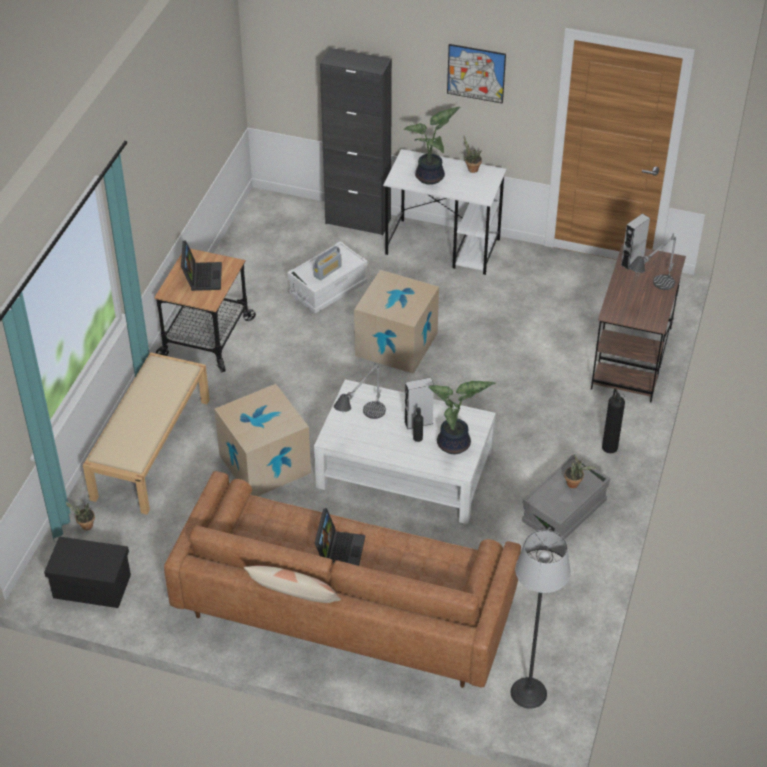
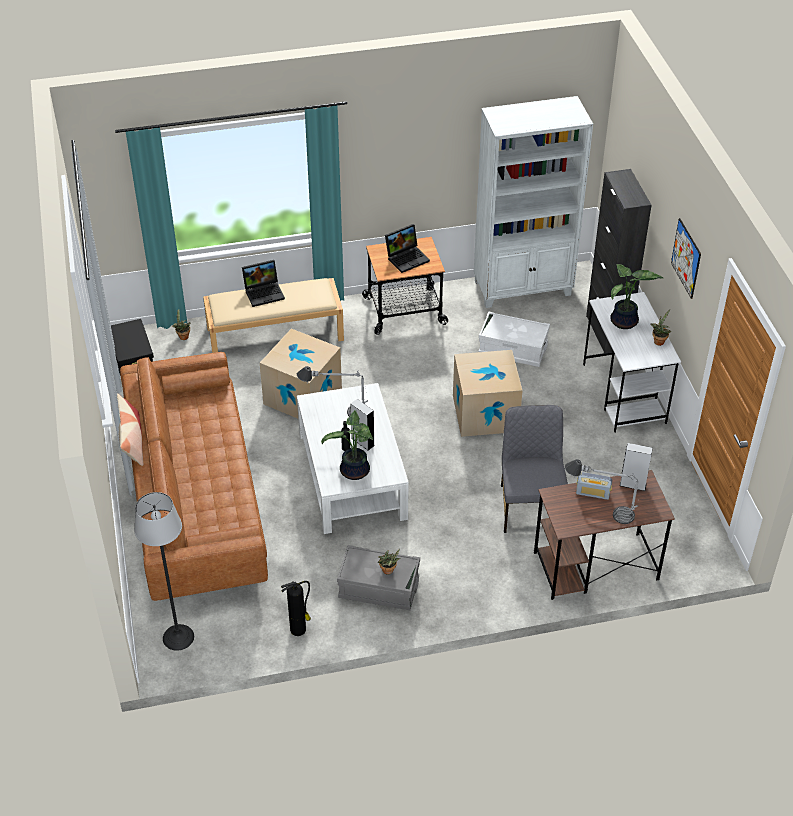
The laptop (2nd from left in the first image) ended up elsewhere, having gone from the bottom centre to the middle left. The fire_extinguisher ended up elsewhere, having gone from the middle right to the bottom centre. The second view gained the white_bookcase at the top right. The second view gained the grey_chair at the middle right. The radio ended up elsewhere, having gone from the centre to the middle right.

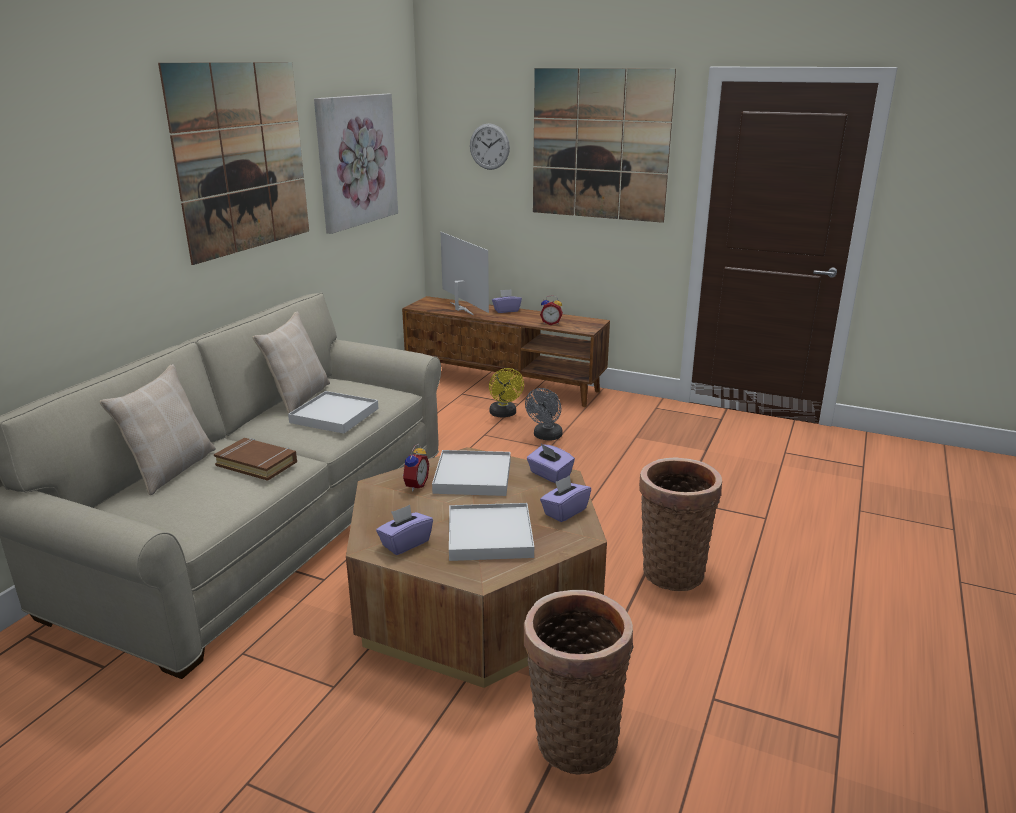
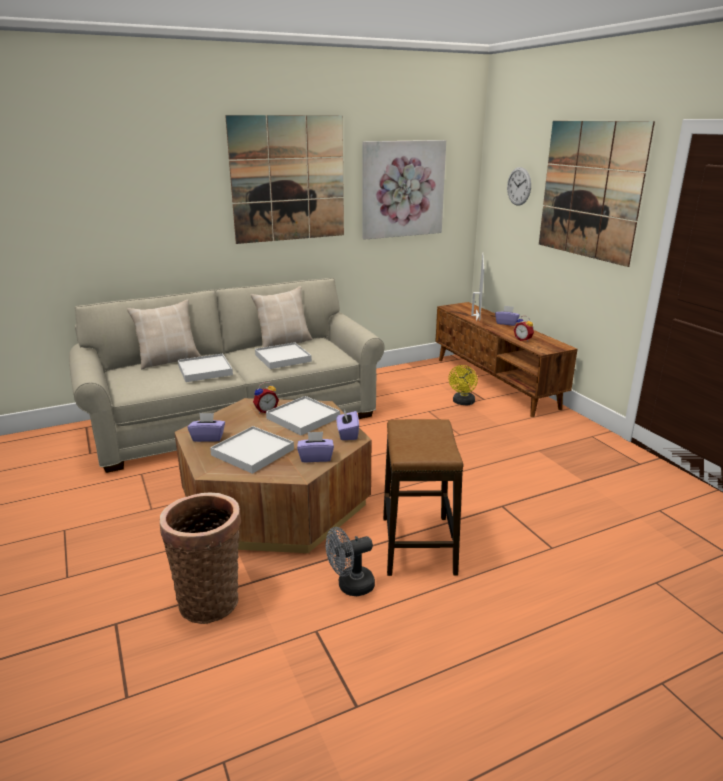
Where the brown_book stood at the middle left, the white_tray (1st from left) came to stand at the middle left. The grey_fan ended up elsewhere, having gone from the centre to the bottom centre. Where the basket (2nd from left) stood at the middle right, the stool came to stand at the centre.

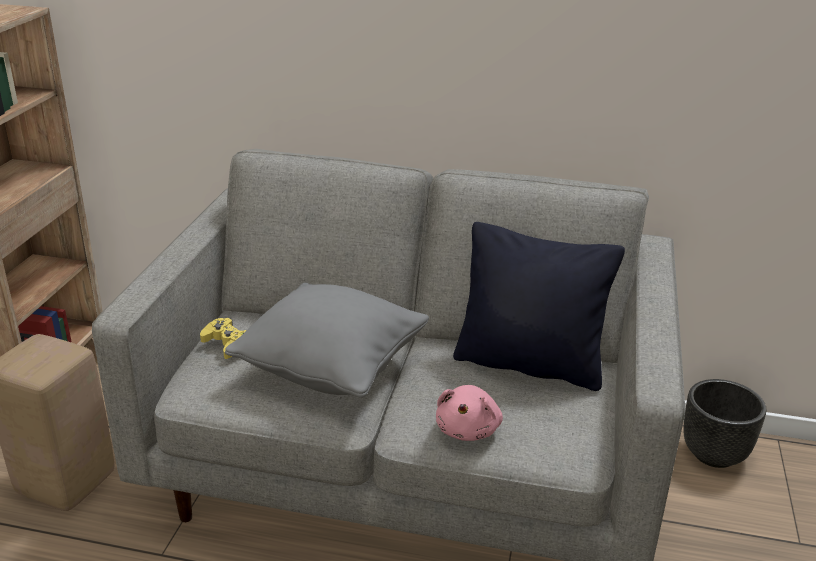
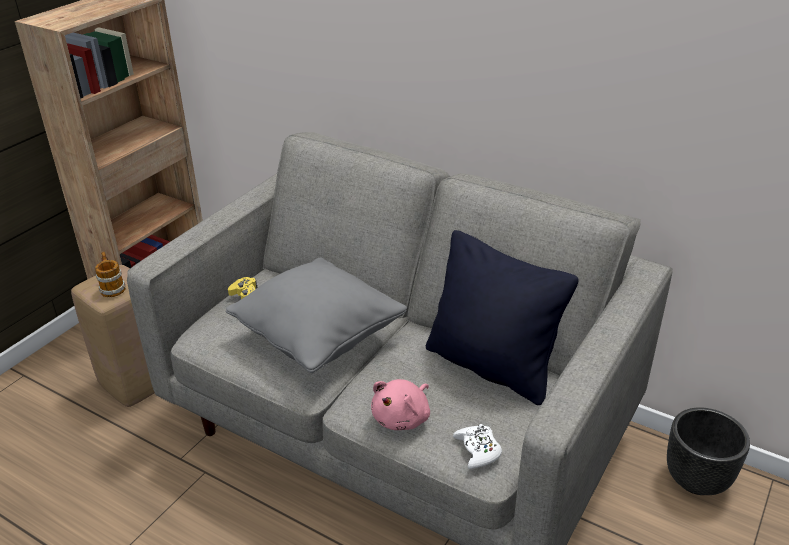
The second view gained the mug at the middle left. The second view gained the white_game_controller at the bottom centre.

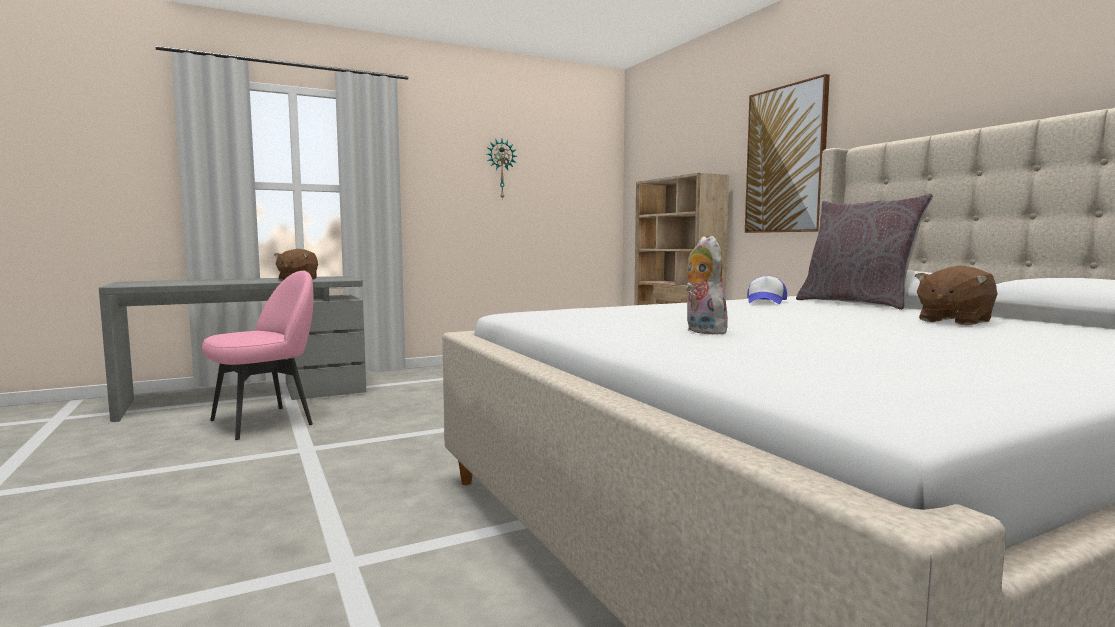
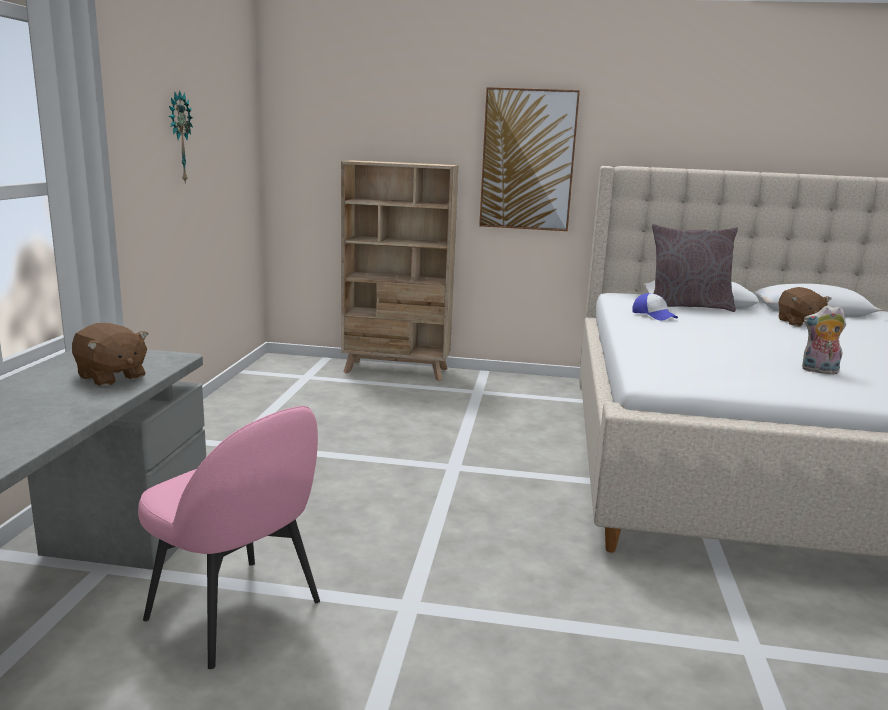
The pink_chair at the middle left ended up facing another way, 135 degrees clockwise from before.

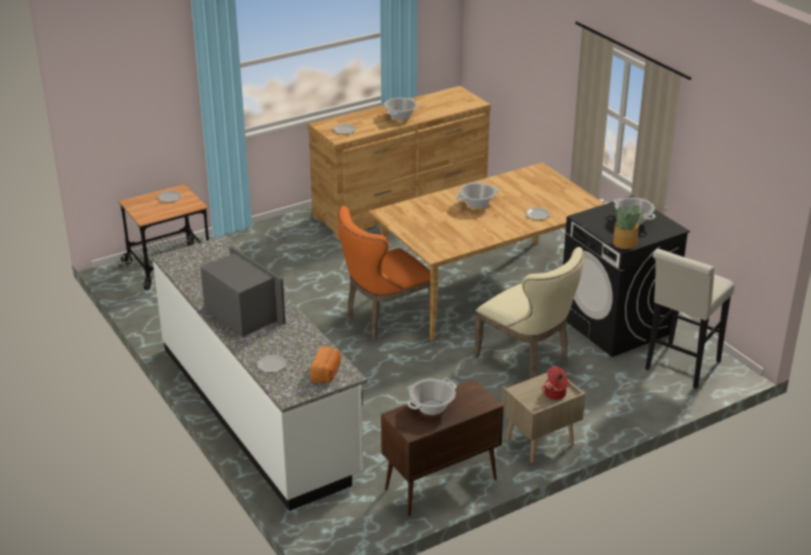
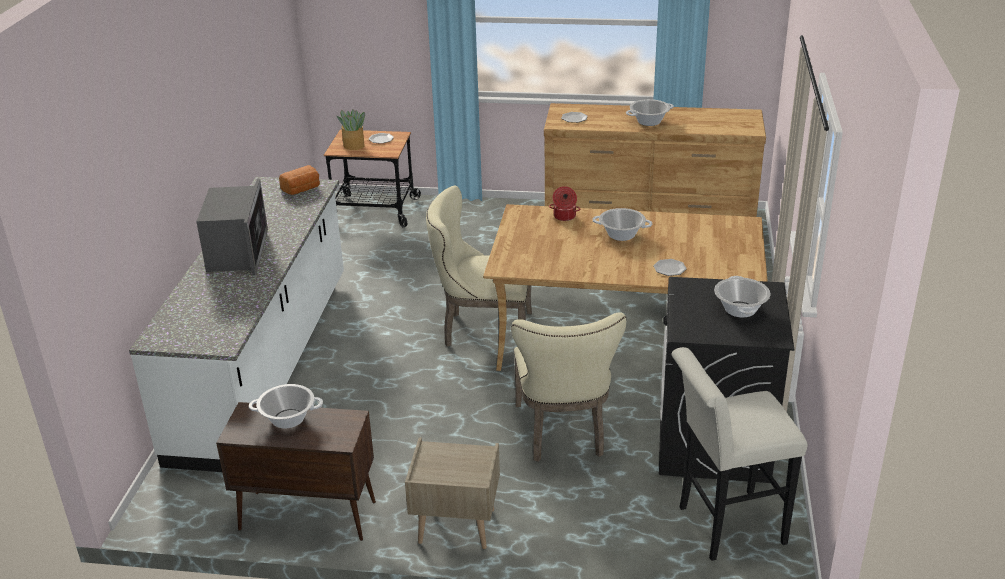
The bread ended up elsewhere, having gone from the centre to the top left. The potted_plant ended up elsewhere, having gone from the middle right to the top centre. What was the orange_chair at the centre turned into the beige_chair (1st from left) at the centre. The cooking_pot (4th from left in the first image) ended up elsewhere, having gone from the bottom right to the centre. The second view lost the plate (2nd from left) at the centre.

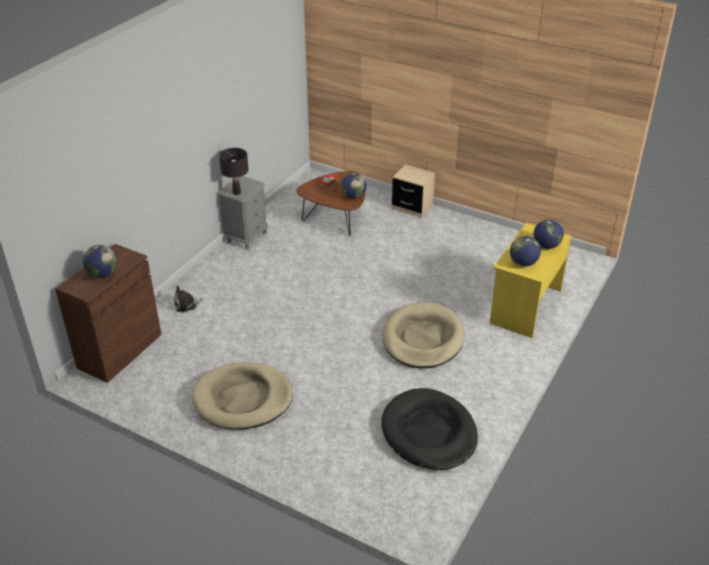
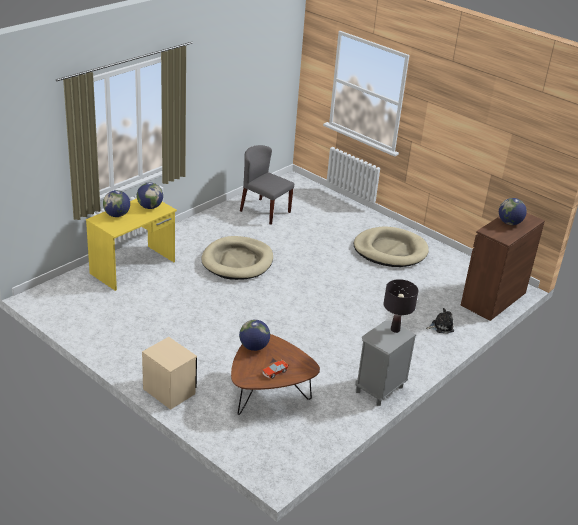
Where the black_dog_bed stood at the bottom centre, the grey_chair came to stand at the centre.

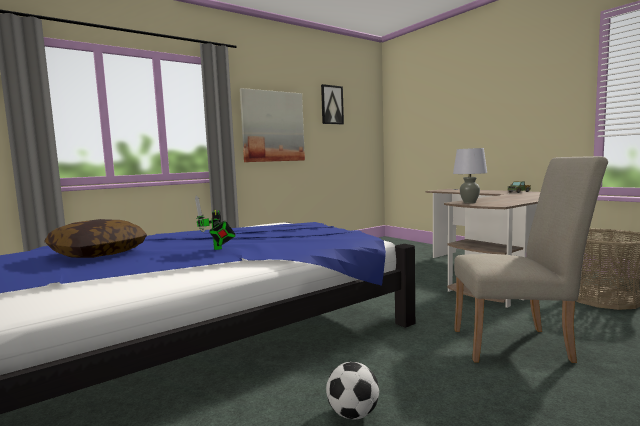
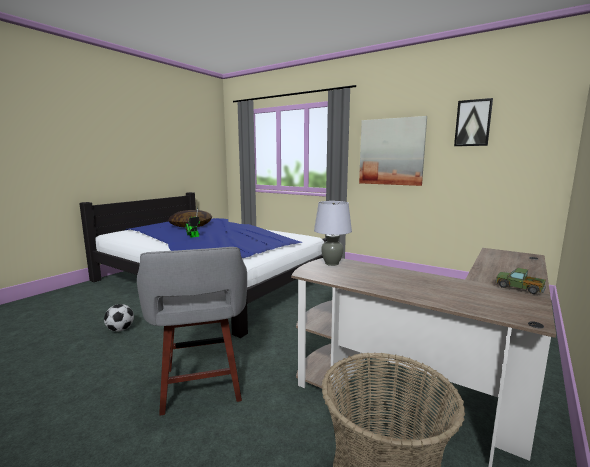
Where the beige_chair stood at the middle right, the grey_stool came to stand at the bottom left.

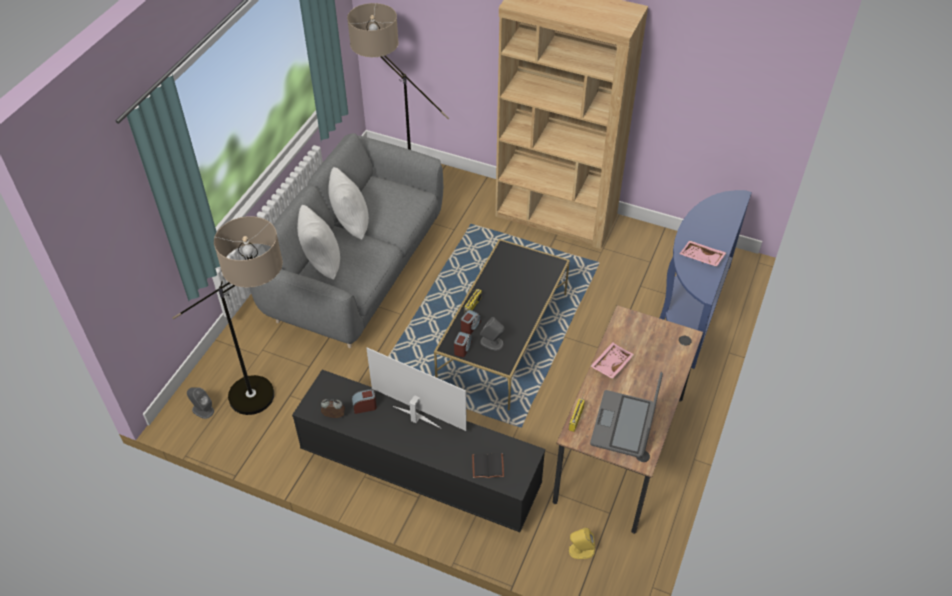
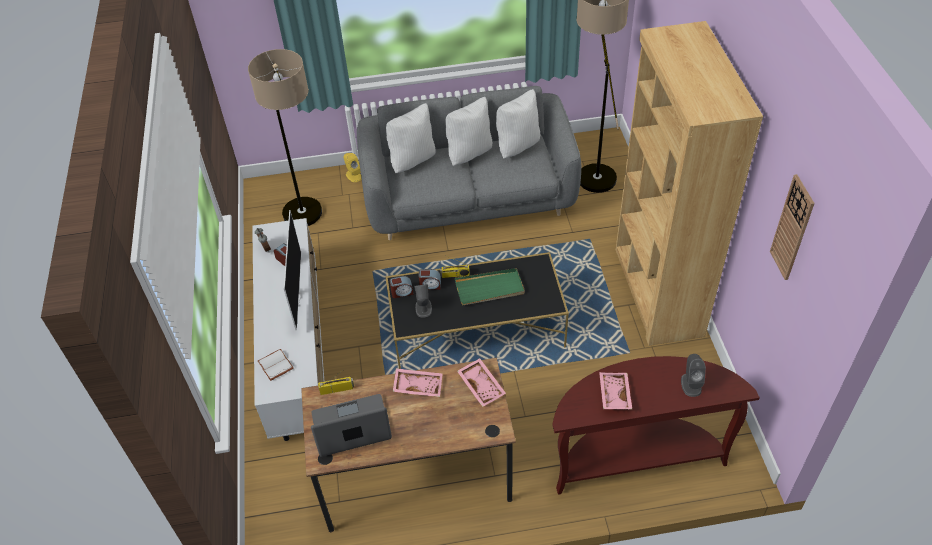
What was the black_tv_stand at the bottom centre turned into the white_tv_stand at the middle left. What was the black_book at the bottom centre turned into the white_book at the bottom left. The yellow_speaker ended up elsewhere, having gone from the bottom centre to the top centre. The second view gained the green_tray at the centre. The second view gained the pink_tray (2nd from left) at the bottom centre. The second view gained the white_pillow (3rd from left) at the top centre. What was the blue_console_table at the middle right turned into the brown_console_table at the bottom right. The grey_speaker (1st from left in the first image) ended up elsewhere, having gone from the bottom left to the bottom right. The second view gained the wall_clock at the middle right.

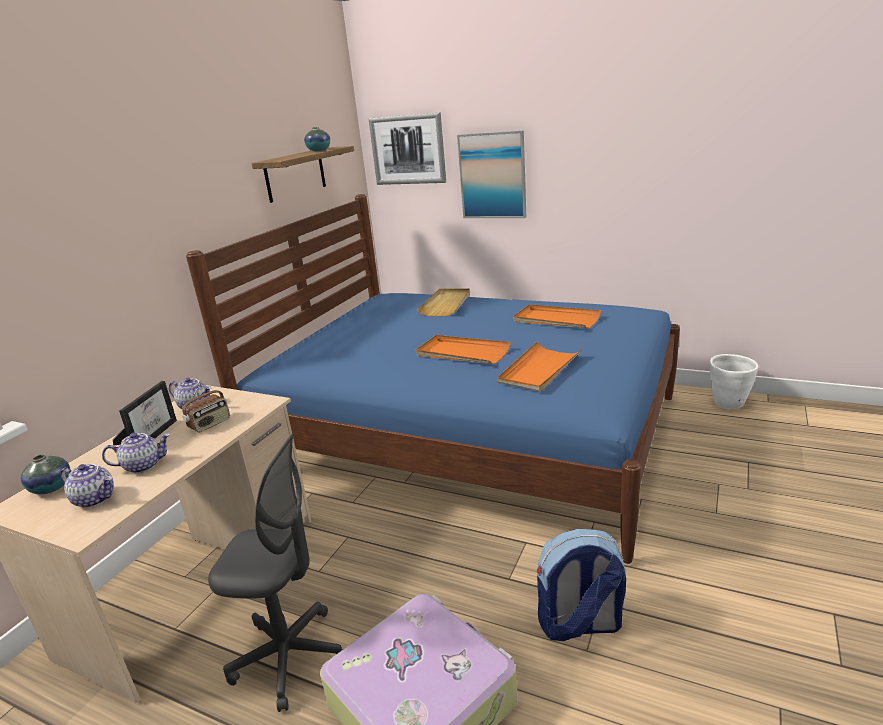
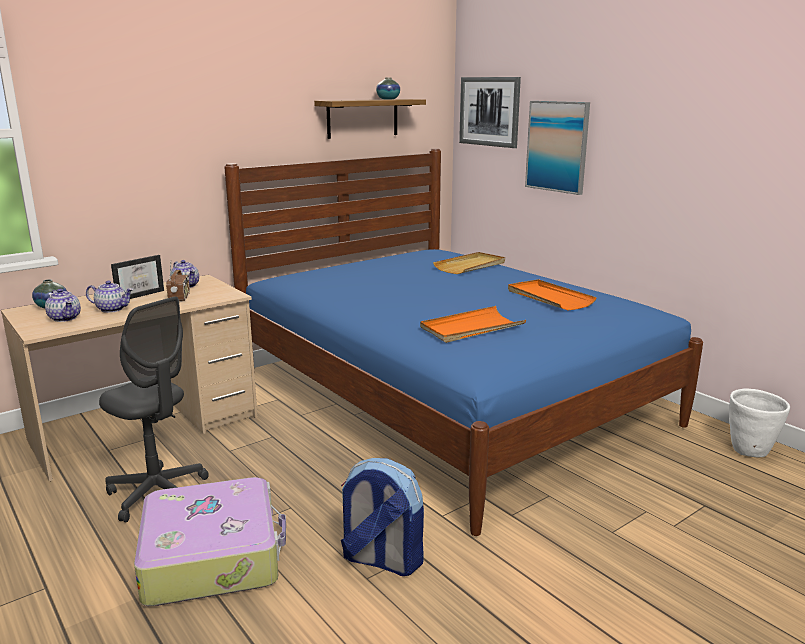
The radio at the middle left ended up facing another way, 75 degrees counterclockwise from before. The second view lost the orange_tray (1st from left) at the centre.

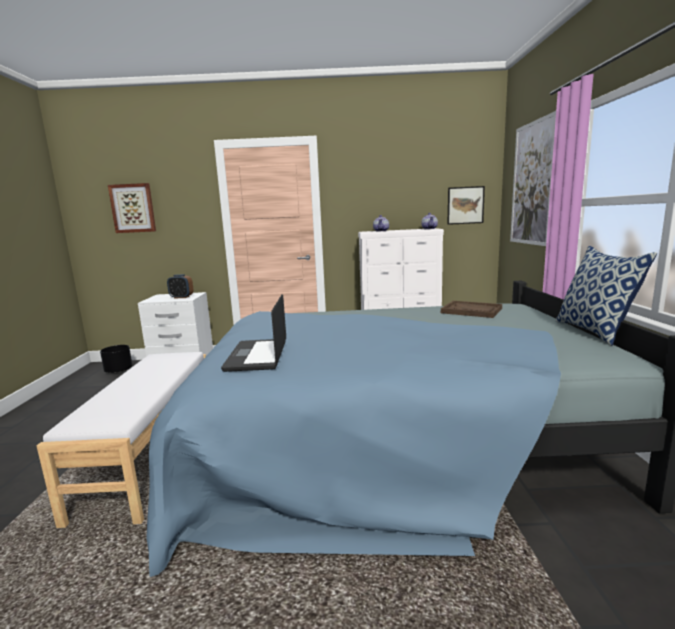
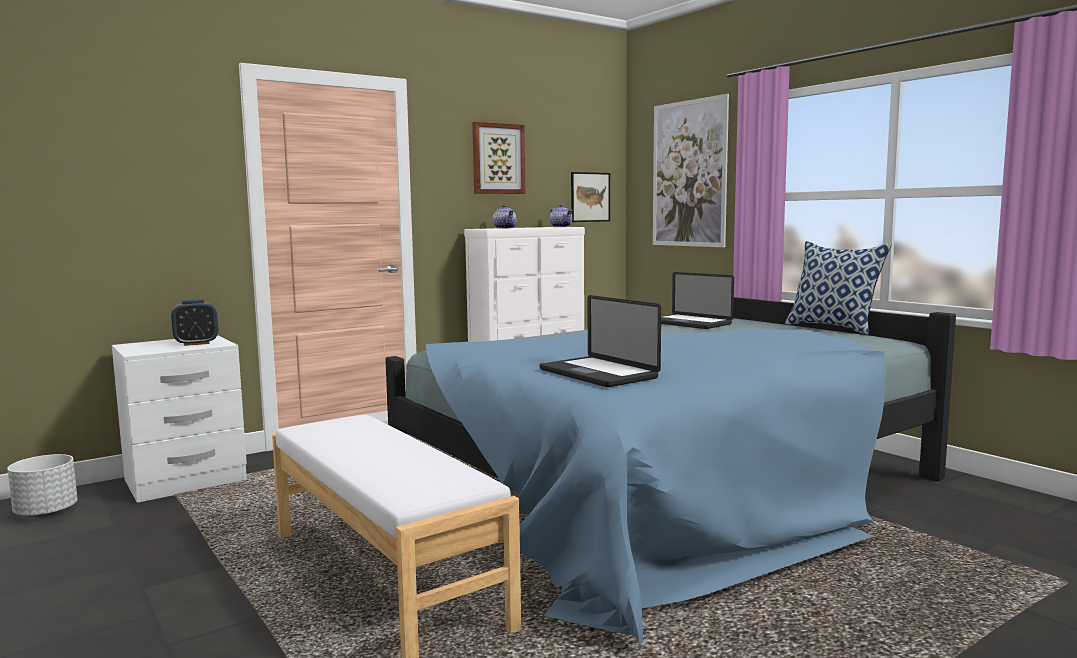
What was the black_planter at the middle left turned into the white_planter at the bottom left. The picture (1st from left) ended up elsewhere, having gone from the top left to the top centre. Where the brown_tray stood at the middle right, the laptop (2nd from left) came to stand at the centre.

